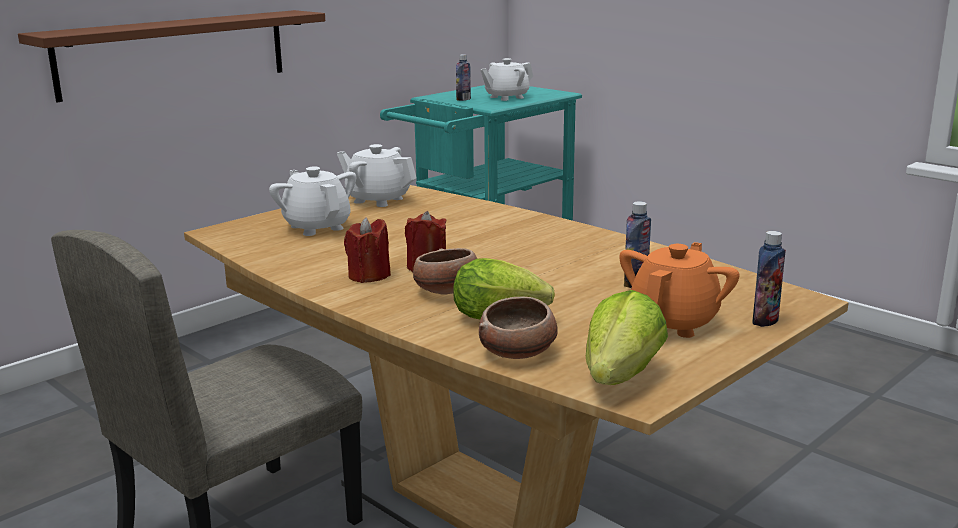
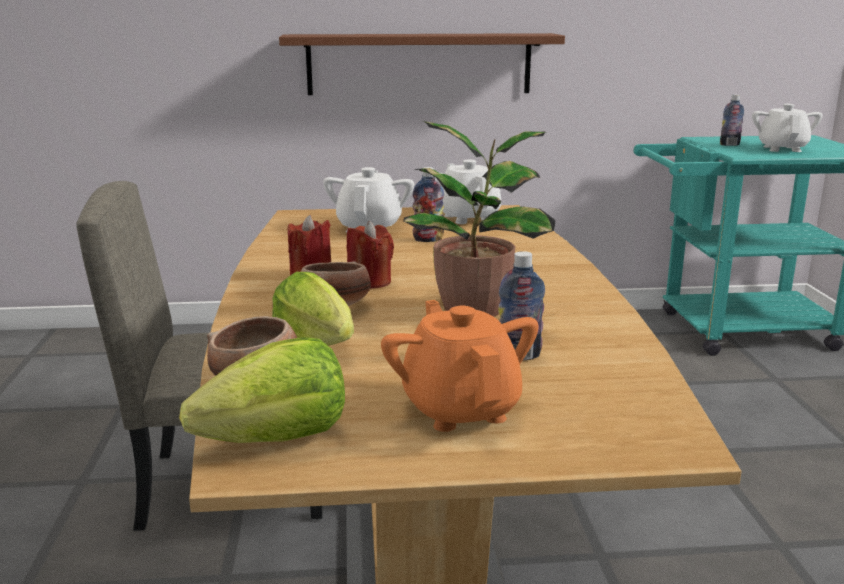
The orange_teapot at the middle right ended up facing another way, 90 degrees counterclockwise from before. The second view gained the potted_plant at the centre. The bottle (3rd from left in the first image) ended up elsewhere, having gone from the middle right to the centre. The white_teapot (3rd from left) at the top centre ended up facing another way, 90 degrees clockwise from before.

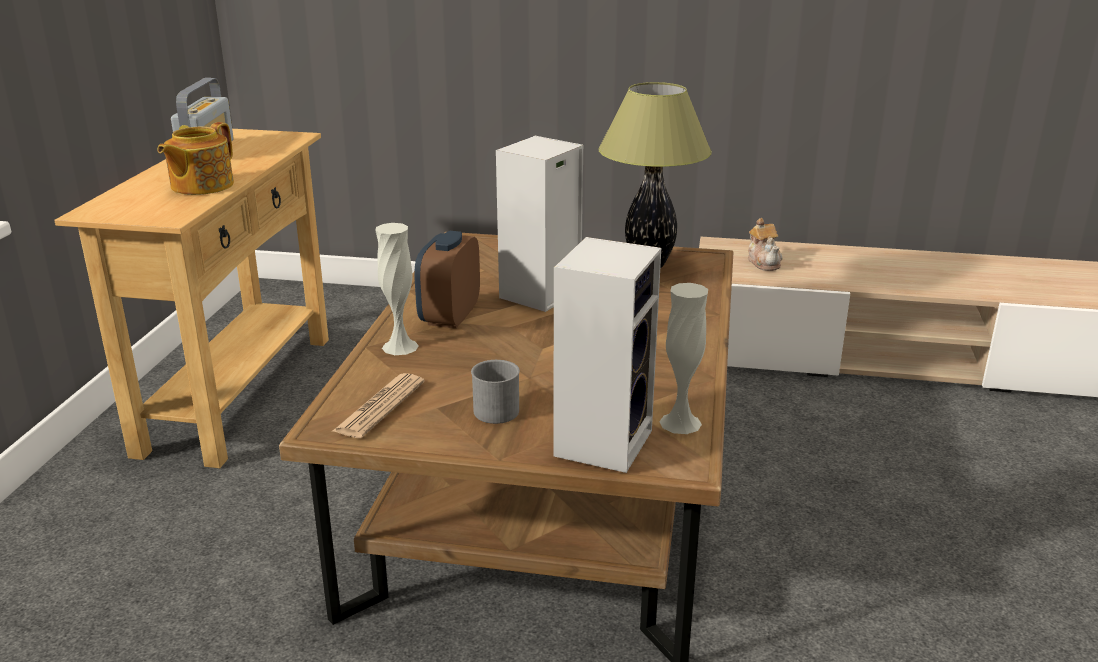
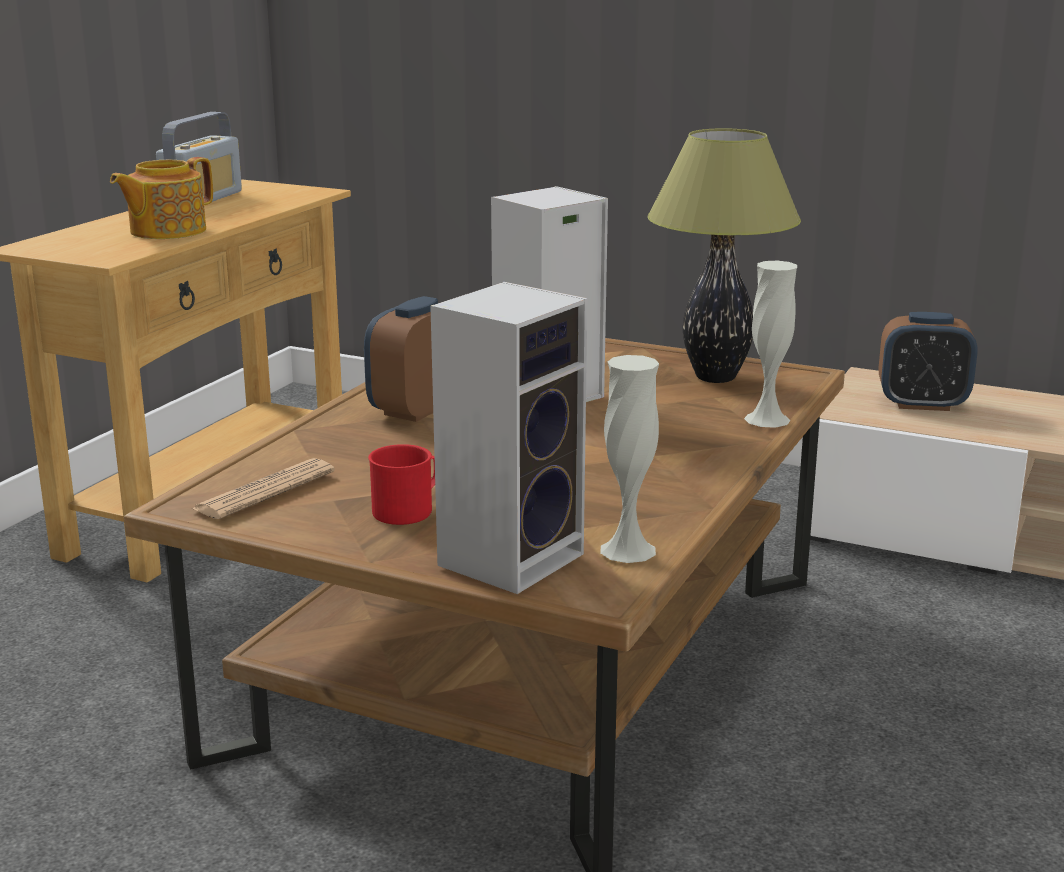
What was the grey_mug at the centre turned into the red_mug at the centre. The white_vase (1st from left in the first image) ended up elsewhere, having gone from the centre to the middle right. Where the teapot (2nd from left) stood at the middle right, the alarm_clock (2nd from left) came to stand at the middle right.

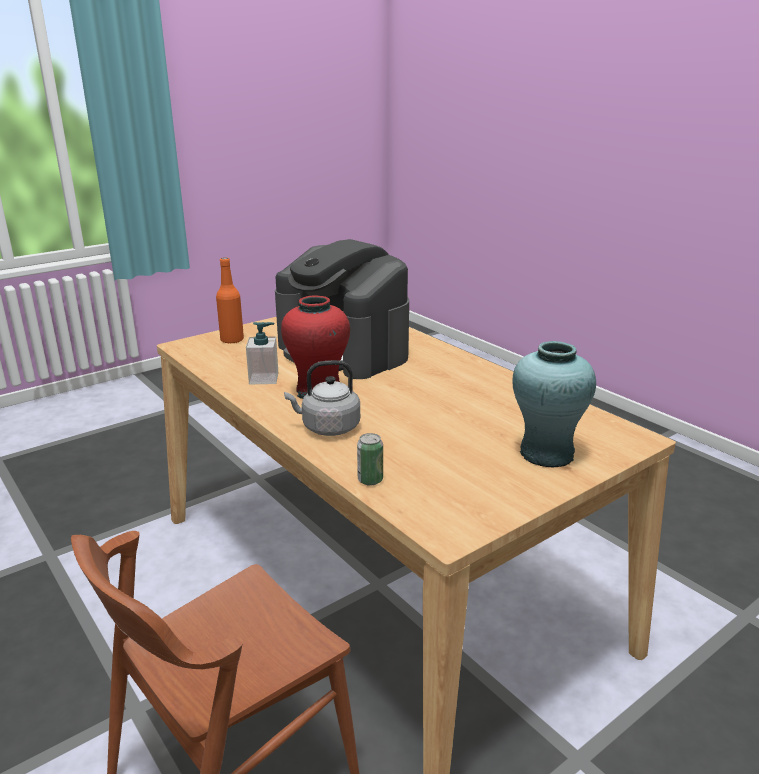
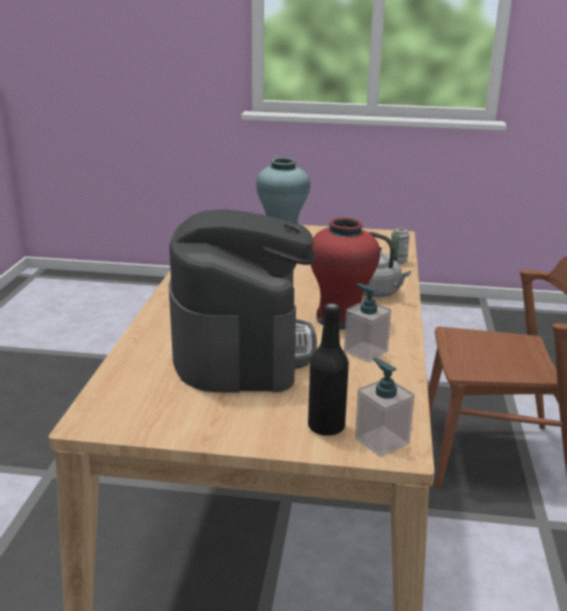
What was the orange_bottle at the middle left turned into the black_bottle at the centre. The second view gained the soap_dispenser (2nd from left) at the middle right.

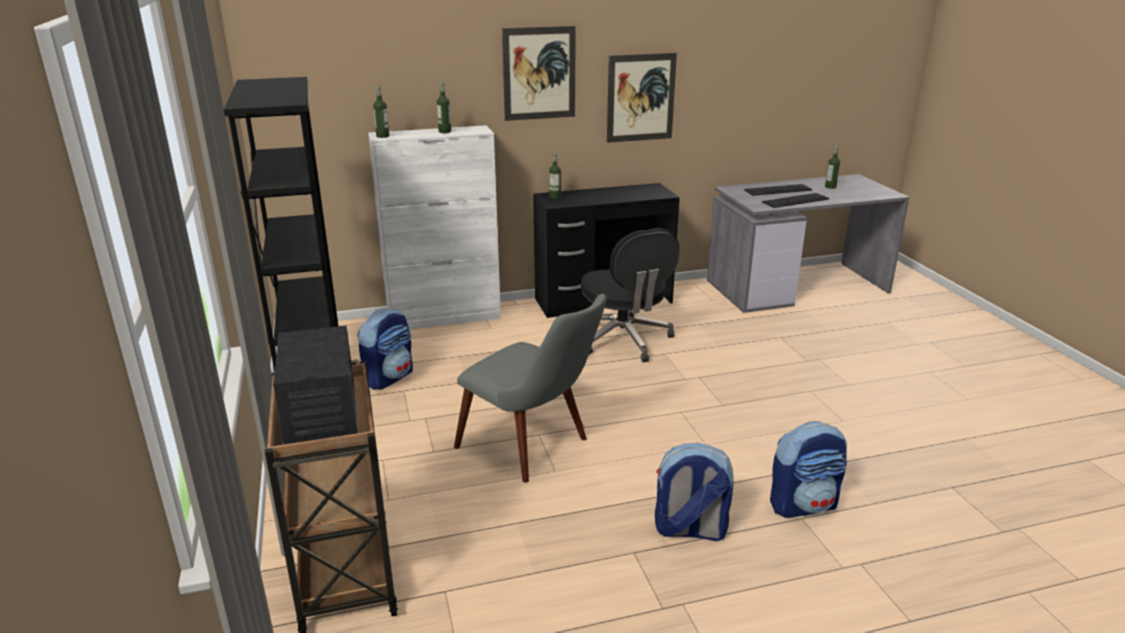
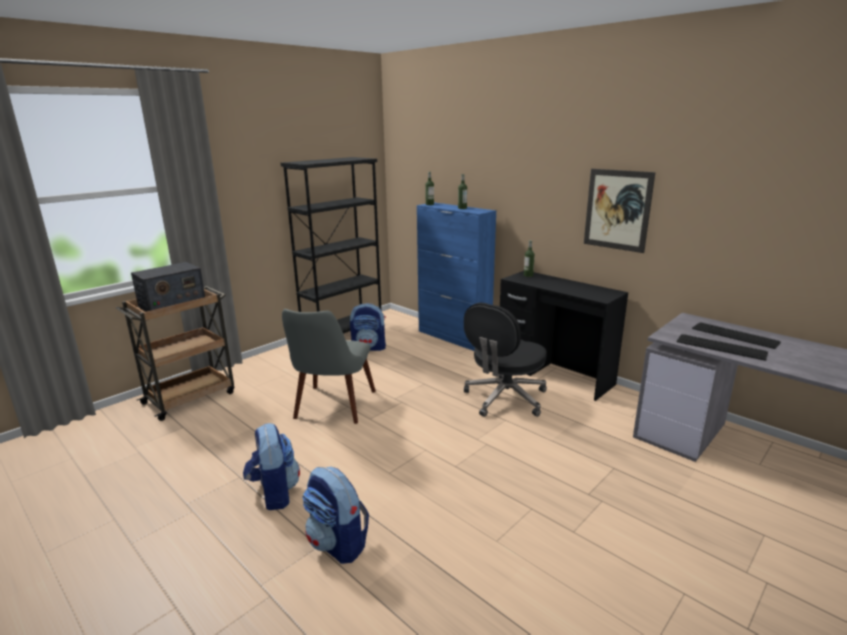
What was the white_cabinet at the centre turned into the blue_cabinet at the centre. The second view lost the picture (1st from left) at the top centre. The second view lost the bottle (4th from left) at the top right.

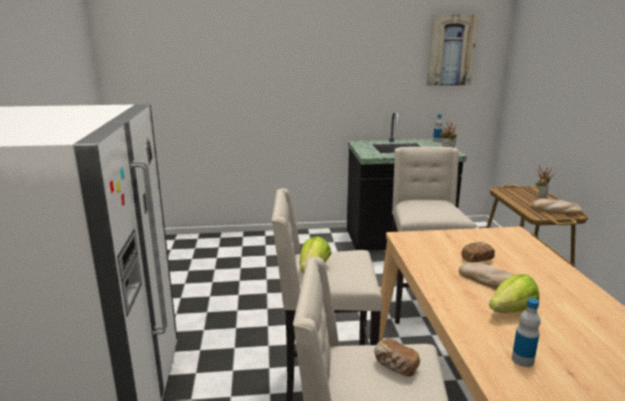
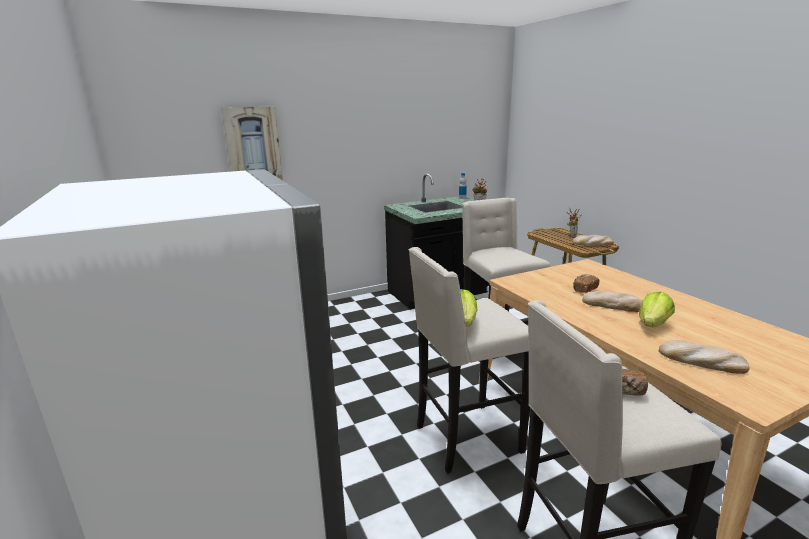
The picture ended up elsewhere, having gone from the top right to the top left. Where the bottle (2nd from left) stood at the bottom right, the bread (5th from left) came to stand at the middle right.

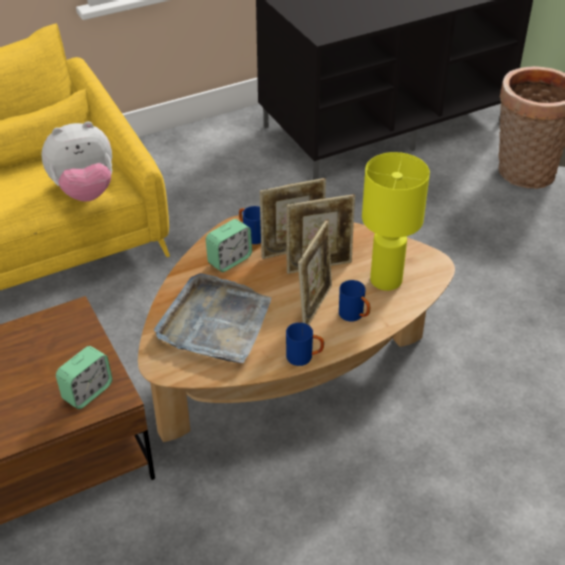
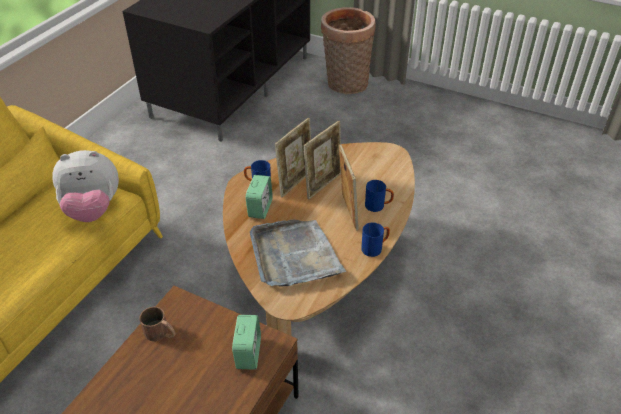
The plush_toy at the top left ended up facing another way, 45 degrees clockwise from before. The second view gained the brown_mug at the bottom left. The second view lost the yellow_table_lamp at the middle right.

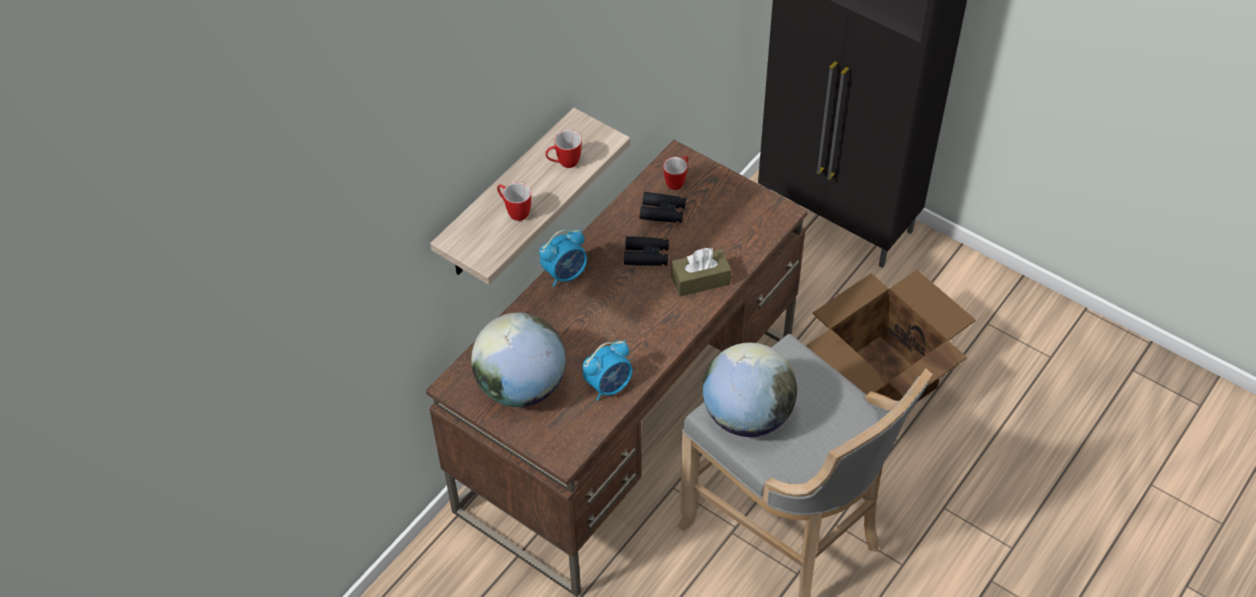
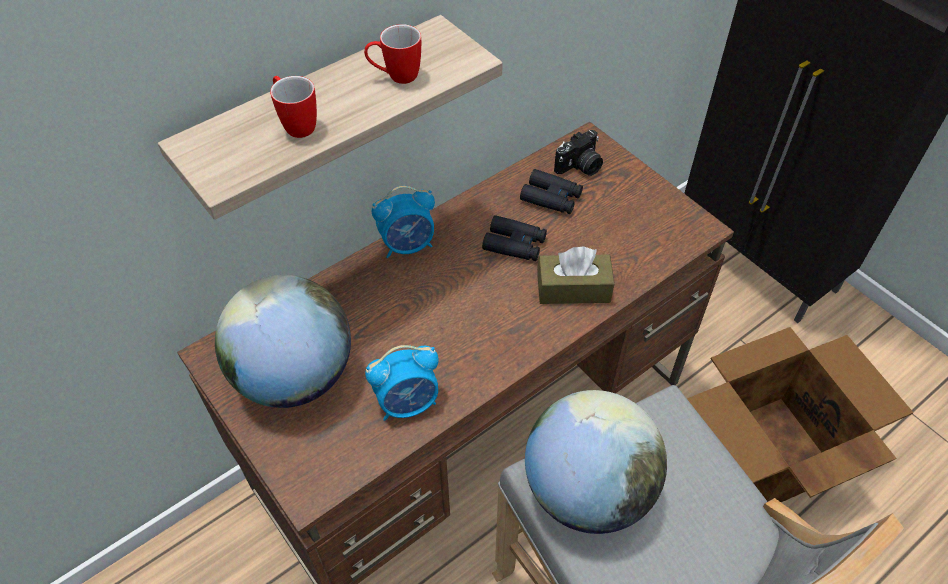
Where the mug (3rd from left) stood at the top centre, the photo_camera came to stand at the top centre.

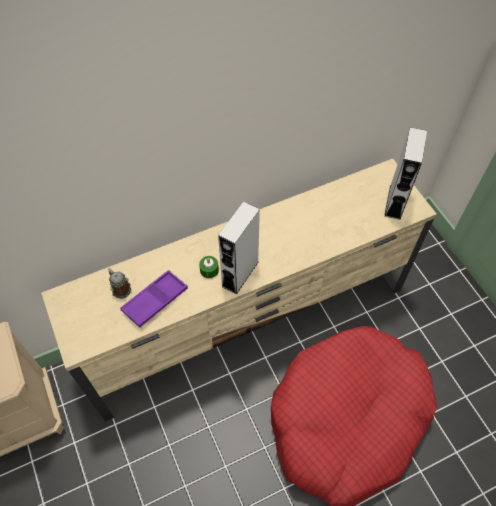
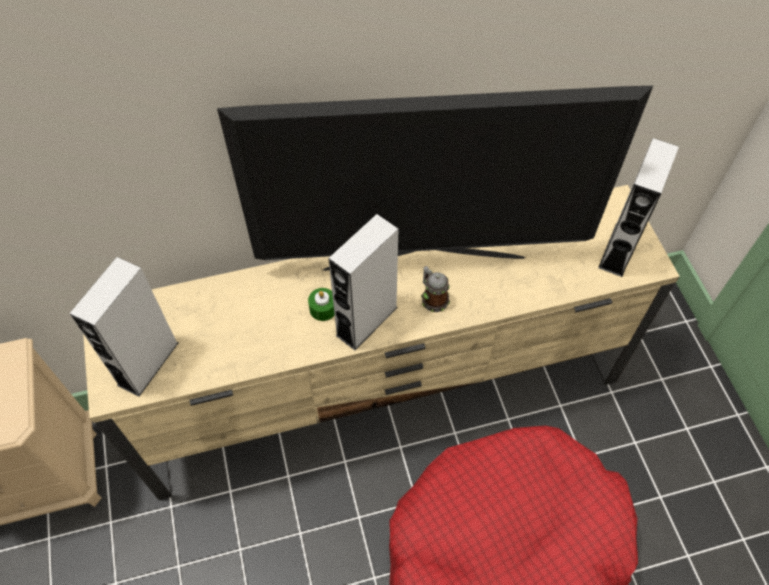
The second view gained the grey_speaker (1st from left) at the middle left. The second view gained the television at the top centre. The mug ended up elsewhere, having gone from the middle left to the centre. The second view lost the purple_tray at the middle left.

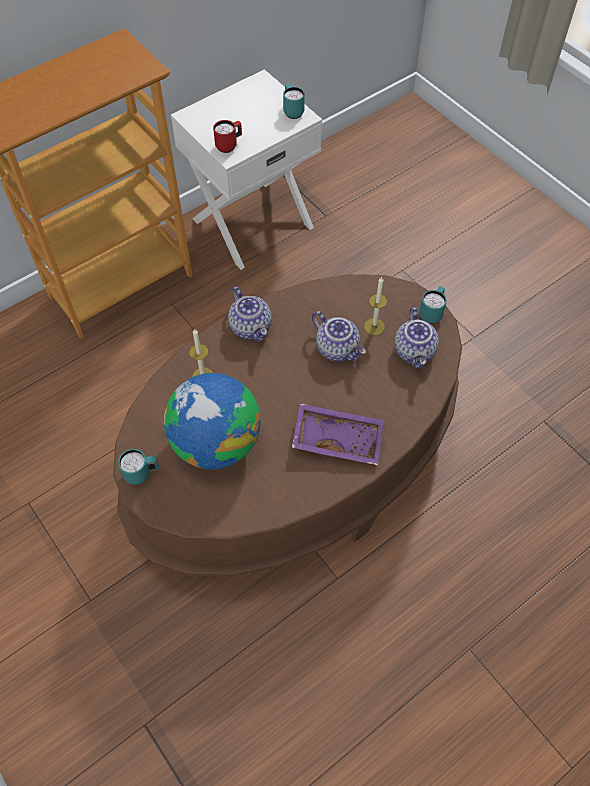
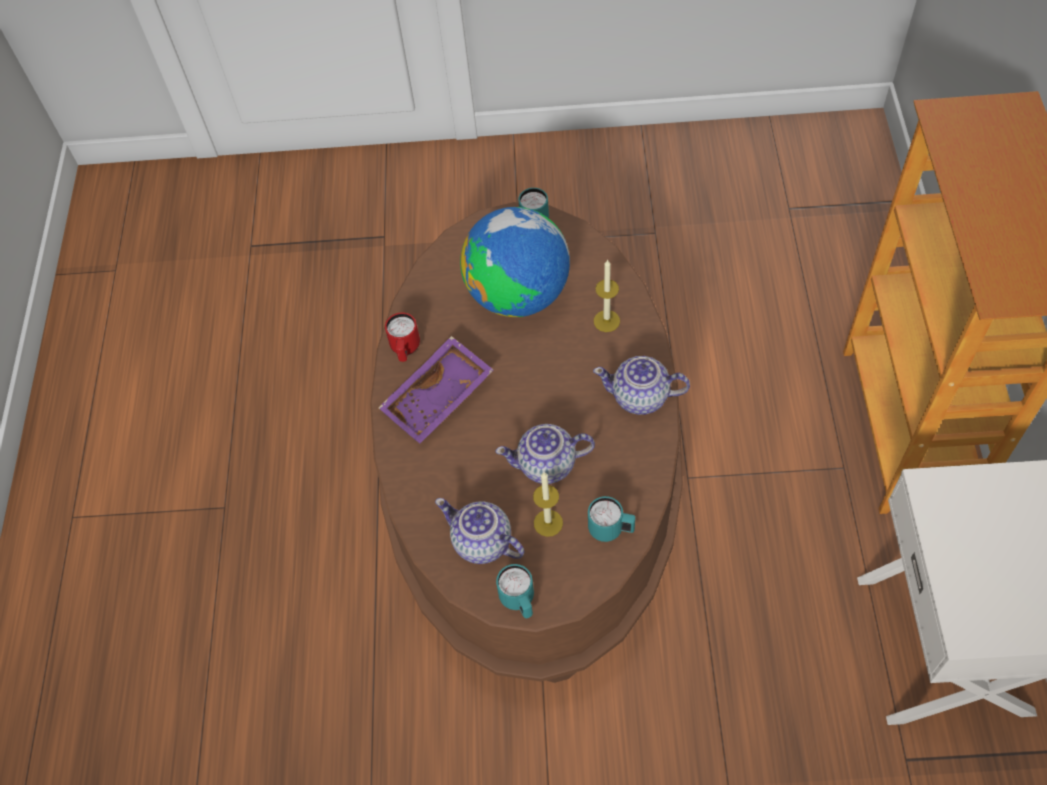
The red_mug ended up elsewhere, having gone from the top centre to the centre. The turquoise_mug (2nd from left in the first image) ended up elsewhere, having gone from the top centre to the centre.

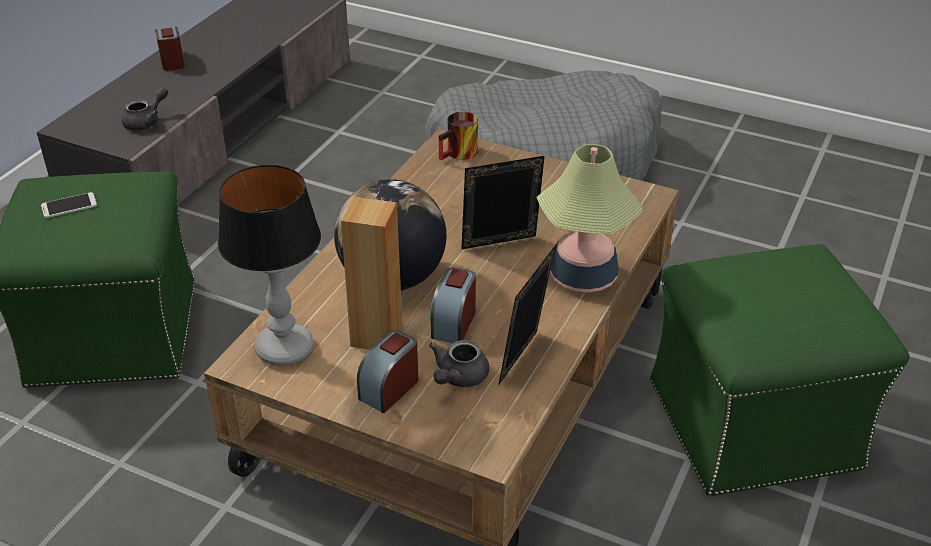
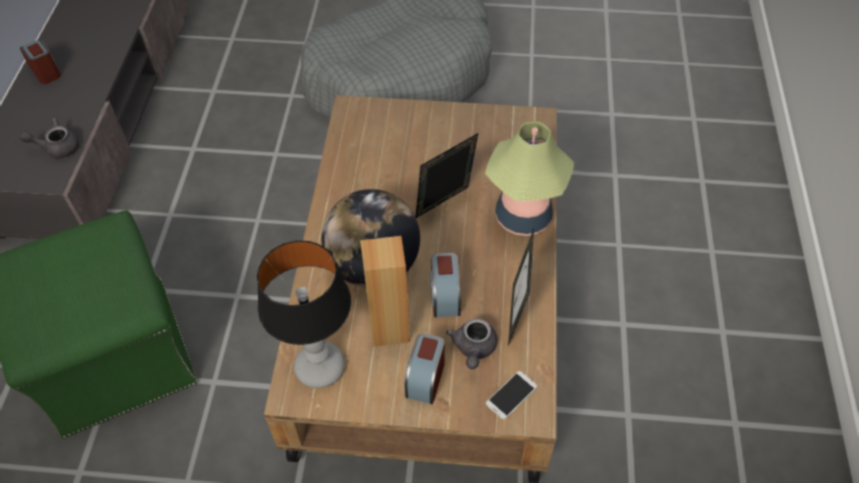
The grey_teapot (1st from left) at the top left ended up facing another way, 120 degrees counterclockwise from before. The phone ended up elsewhere, having gone from the middle left to the bottom centre. The second view lost the mug at the top centre. The second view lost the green_ottoman (2nd from left) at the bottom right.

